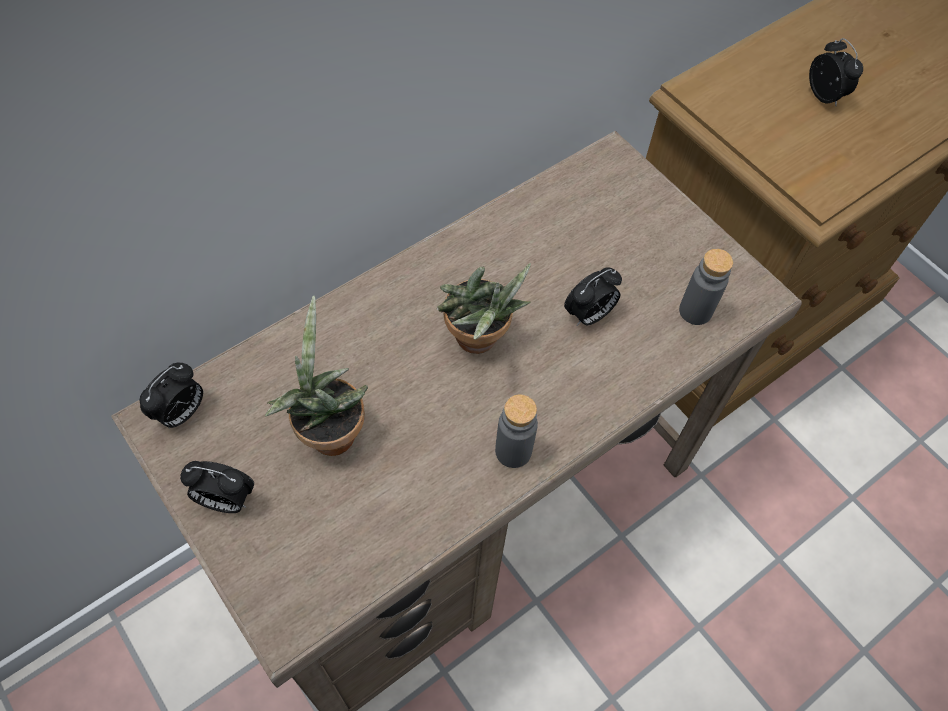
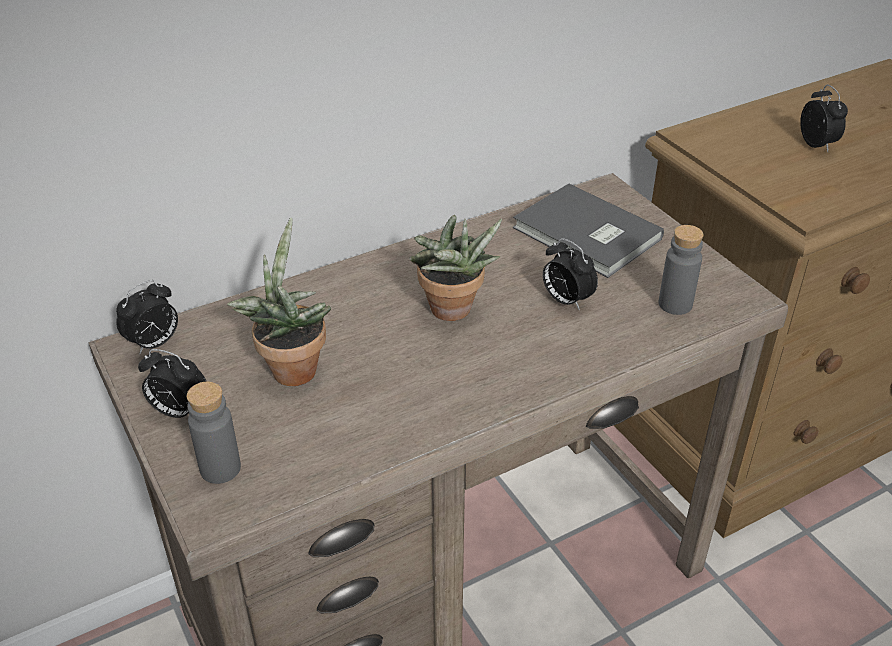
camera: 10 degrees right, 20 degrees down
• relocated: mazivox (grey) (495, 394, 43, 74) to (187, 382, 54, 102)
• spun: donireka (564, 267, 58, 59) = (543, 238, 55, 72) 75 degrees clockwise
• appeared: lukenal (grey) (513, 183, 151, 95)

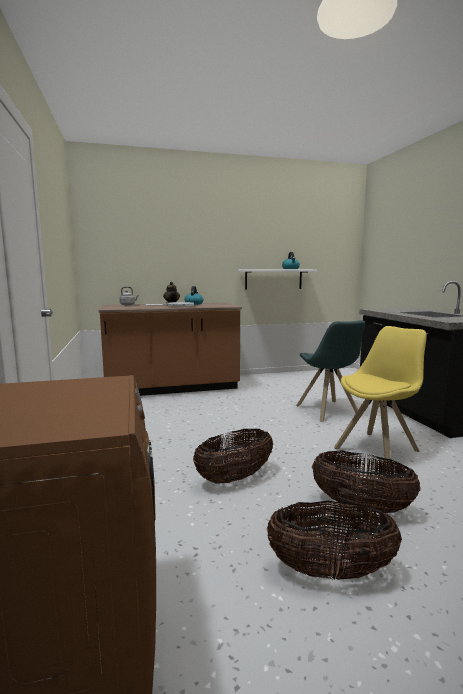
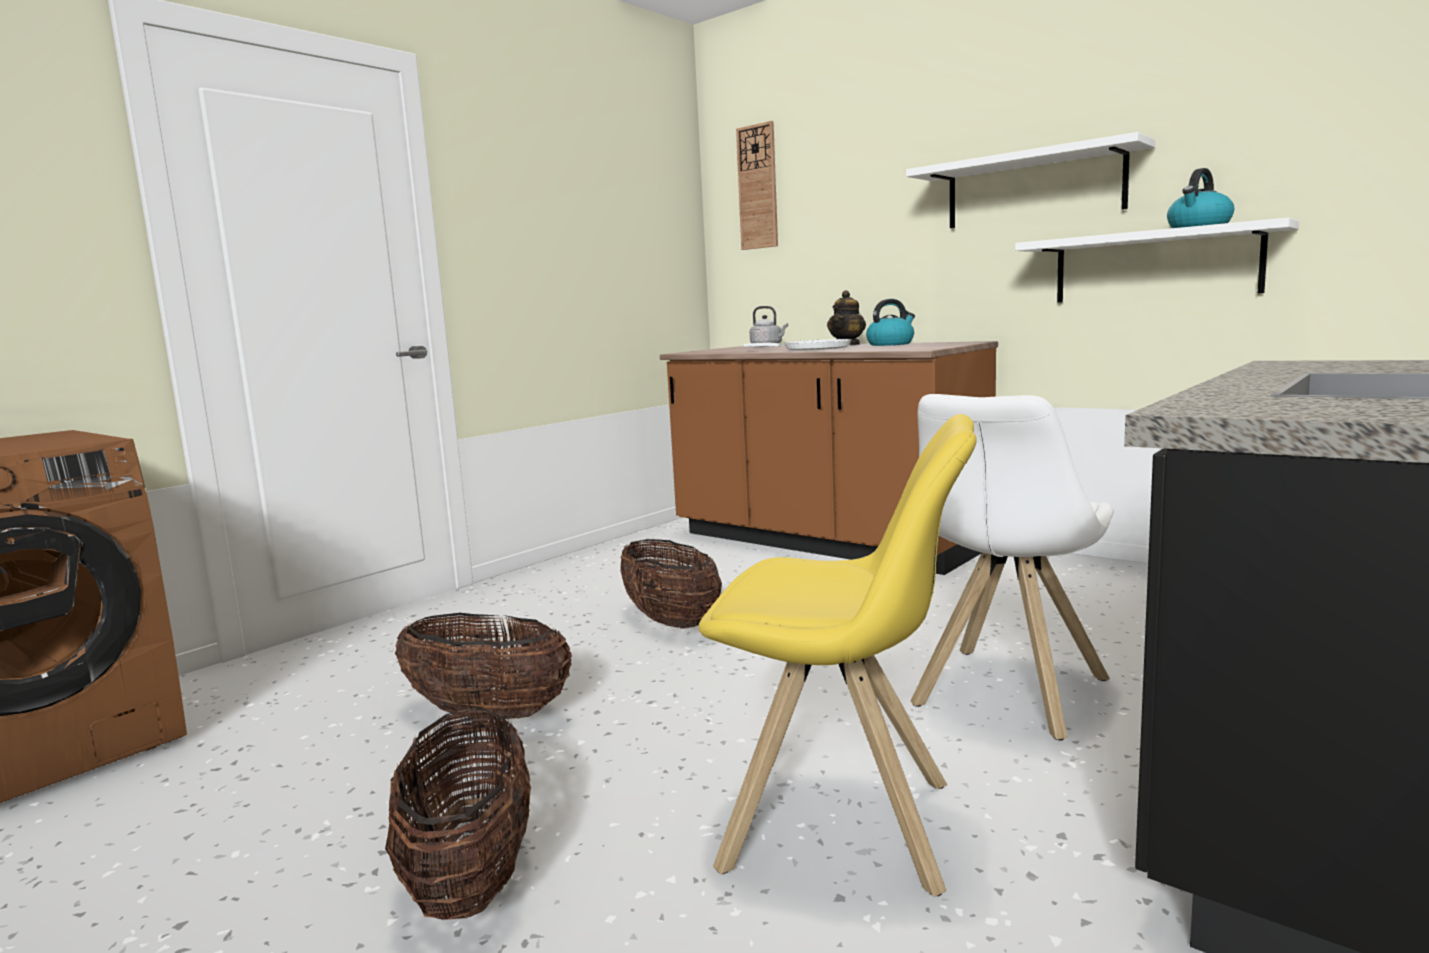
camera: 55 degrees right, 0 degrees up
• relocated: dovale (267, 501, 135, 79) to (620, 539, 102, 90)
• colour: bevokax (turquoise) (296, 320, 69, 102) to bevokax (white) (910, 394, 204, 346)
• appeared: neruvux (736, 121, 42, 129)
• appeared: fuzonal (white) (906, 132, 250, 96)

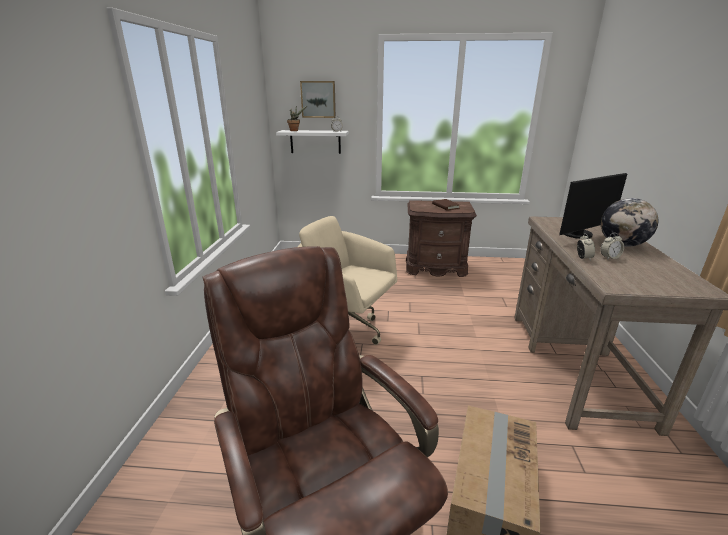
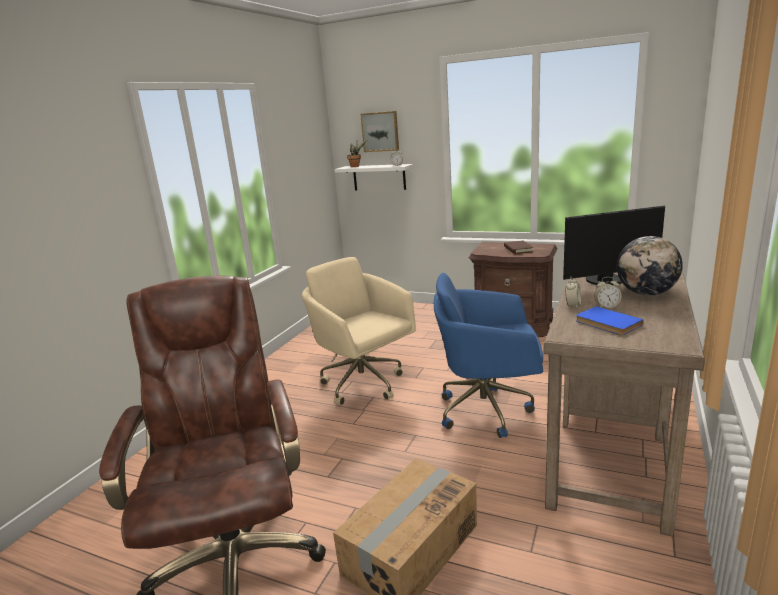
camera: 20 degrees right, 5 degrees down
• appeared: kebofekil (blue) (434, 273, 109, 165)
• appeared: lukenal (blue) (576, 306, 68, 29)

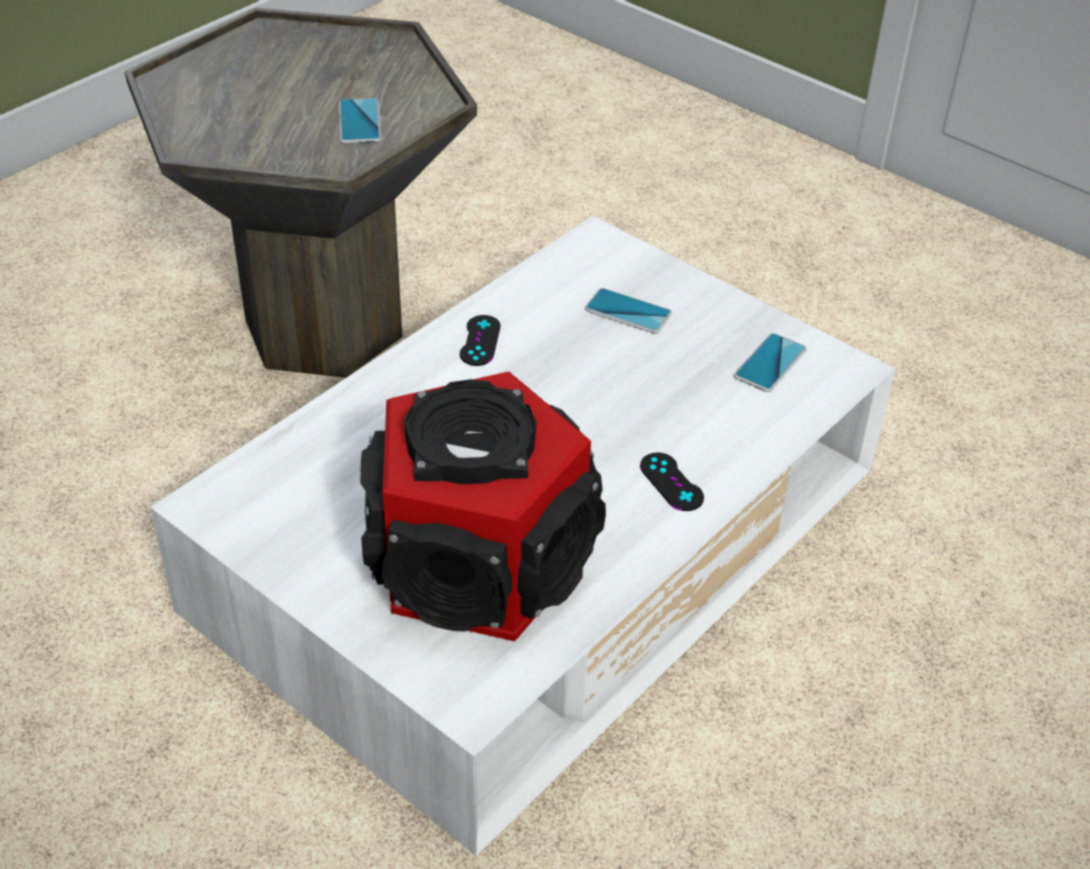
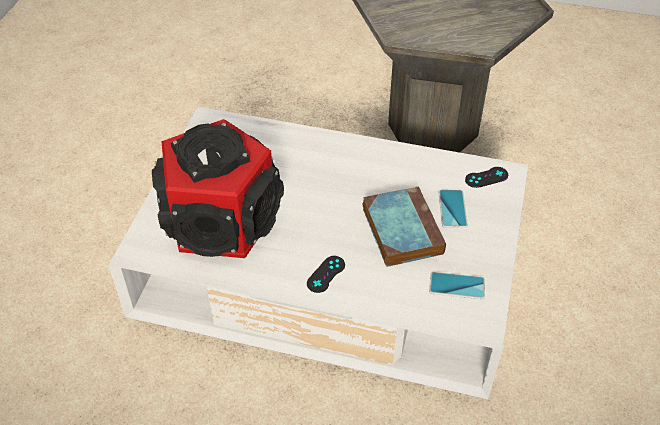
camera: 65 degrees right, 5 degrees up
• missing: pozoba (339, 98, 42, 46)
• relocated: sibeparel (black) (460, 315, 40, 51) to (465, 167, 43, 21)
• appeared: lukenal (363, 186, 83, 81)

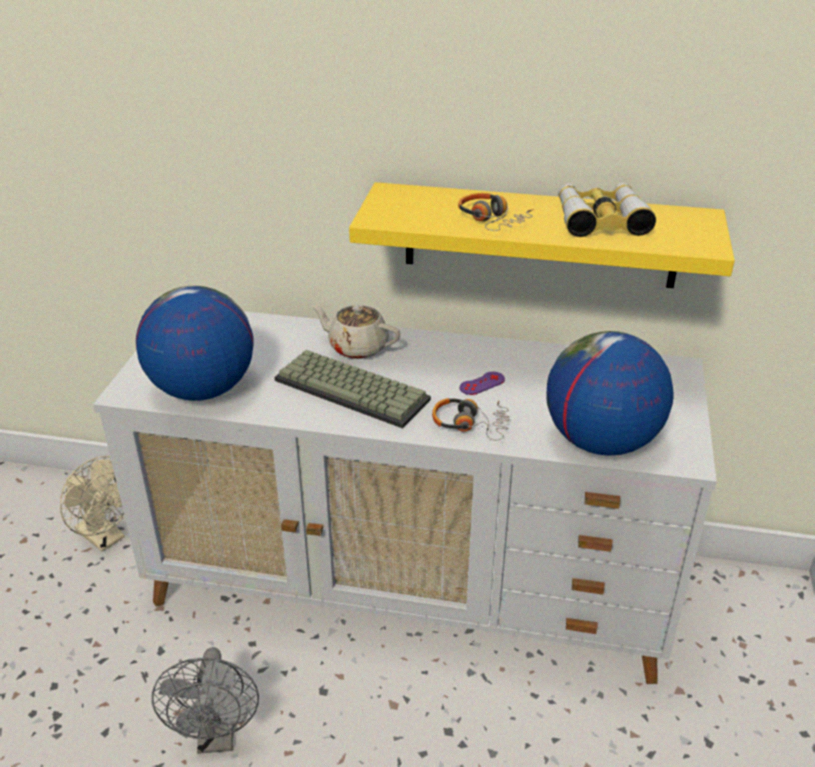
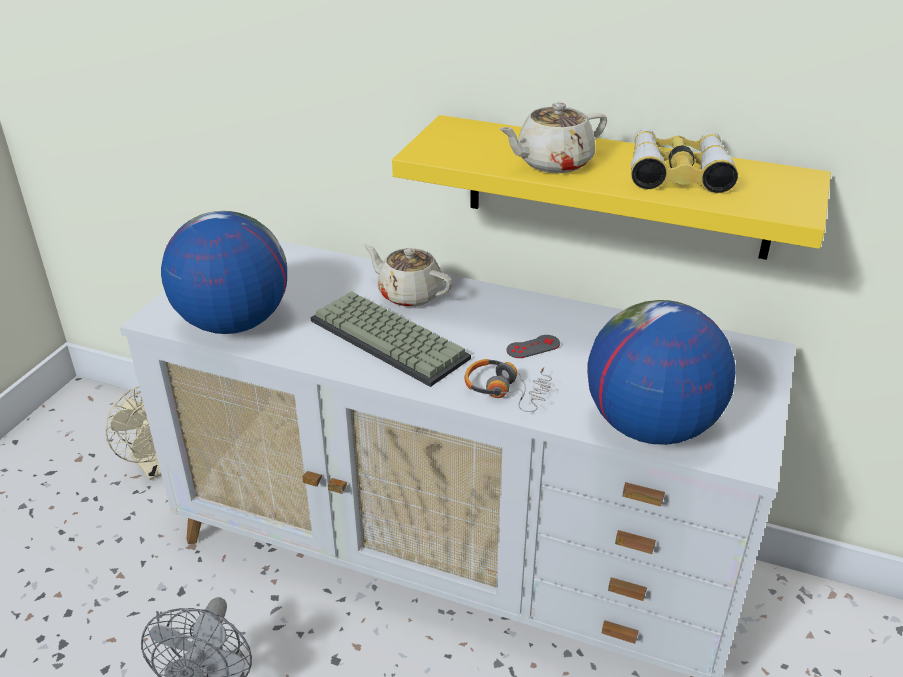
camera: 10 degrees right, 0 degrees up
• exchanged: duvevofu (458, 193, 76, 38) to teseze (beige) (499, 102, 108, 71)
• colour: sibeparel (purple) (460, 372, 45, 23) to sibeparel (grey) (506, 335, 54, 23)

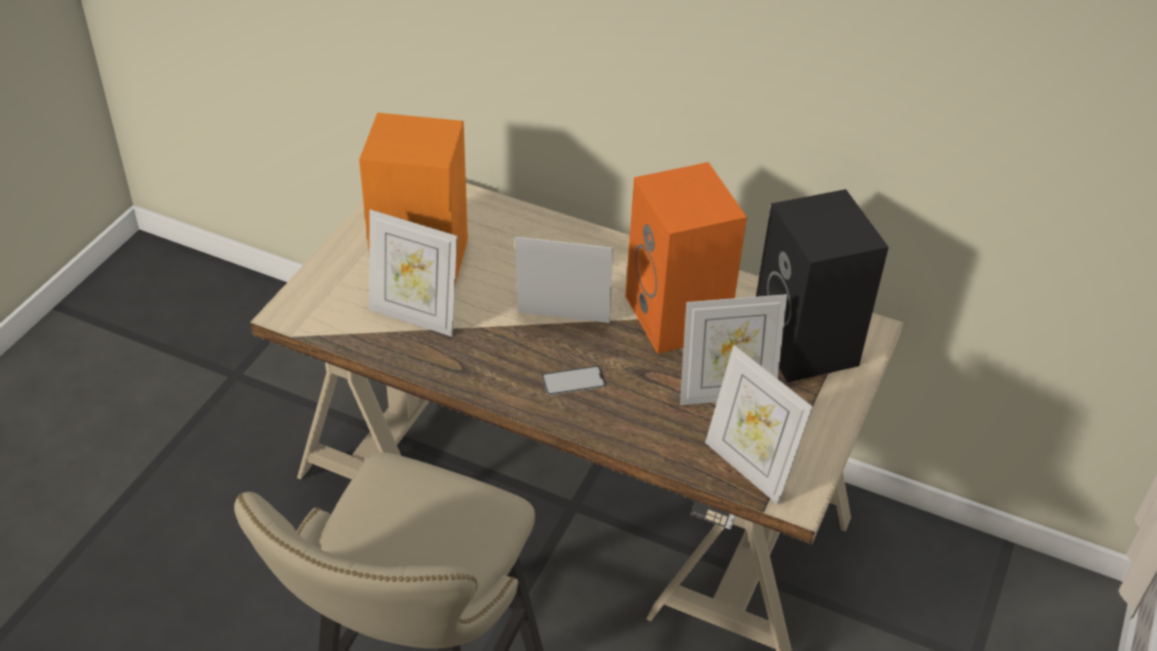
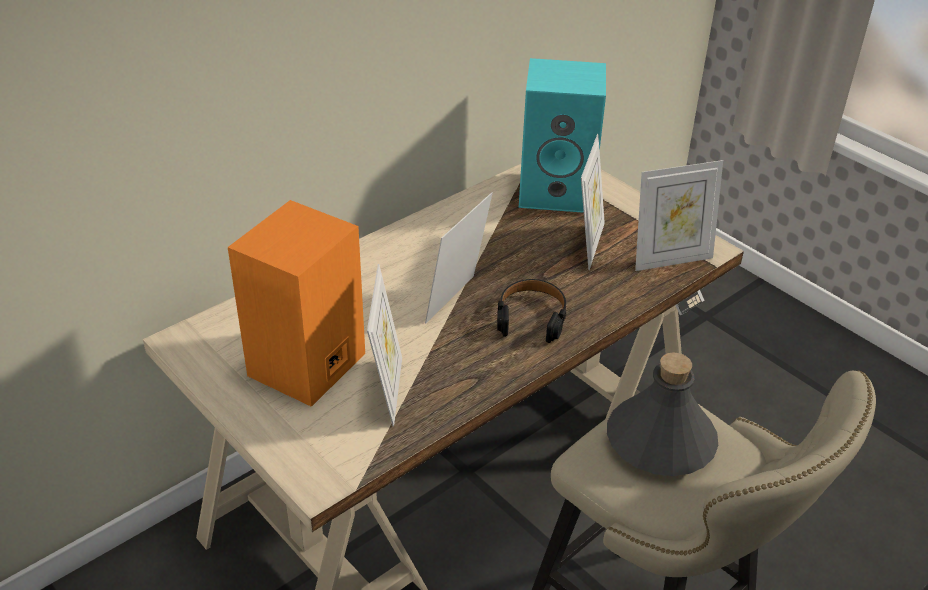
camera: 65 degrees left, 5 degrees down
• spun: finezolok (369, 209, 88, 128) = (367, 264, 35, 163) 45 degrees counterclockwise
• exchanged: pozoba (542, 366, 64, 30) to duvevofu (black) (497, 279, 70, 64)
• missing: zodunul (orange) (625, 162, 122, 192)
• colour: zodunul (black) (756, 189, 133, 193) to zodunul (turquoise) (519, 58, 87, 155)
• appeared: mazivox (grey) (607, 352, 111, 124)

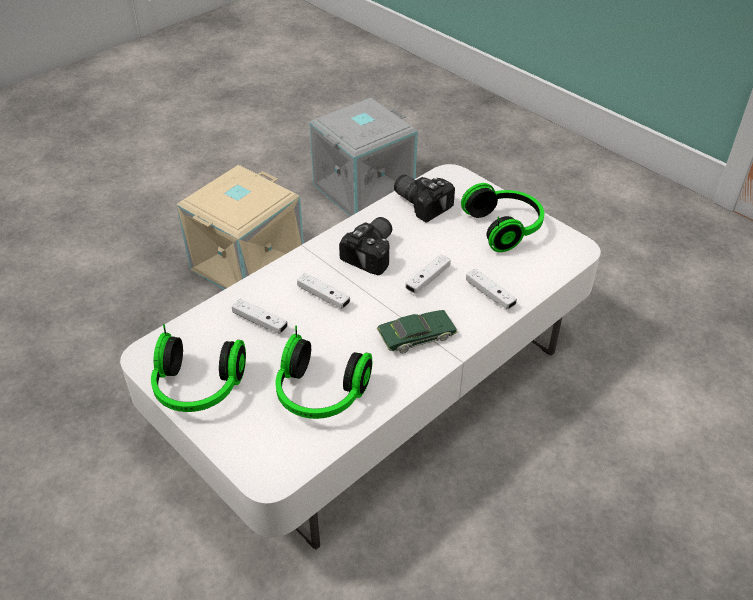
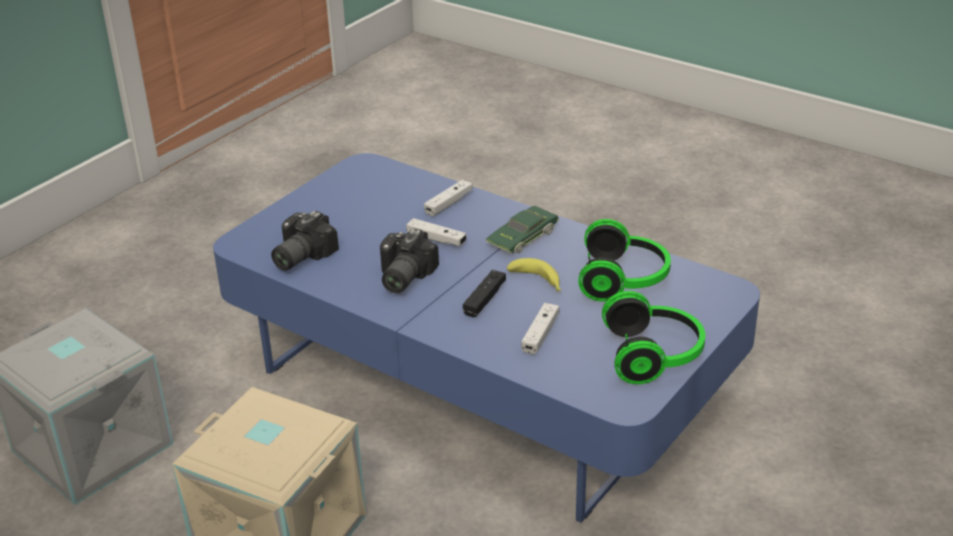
camera: 100 degrees left, 10 degrees down
• colour: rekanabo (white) (120, 164, 481, 386) to rekanabo (blue) (213, 153, 547, 369)
• colour: sibeparel (white) (297, 273, 53, 36) to sibeparel (black) (463, 270, 43, 47)
• spun: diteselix (339, 217, 53, 58) = (380, 228, 59, 65) 90 degrees counterclockwise
• spun: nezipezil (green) (377, 310, 80, 44) = (486, 206, 73, 47) 105 degrees counterclockwise
• missing: duvevofu (461, 183, 83, 69)
• appeared: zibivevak (507, 258, 54, 34)

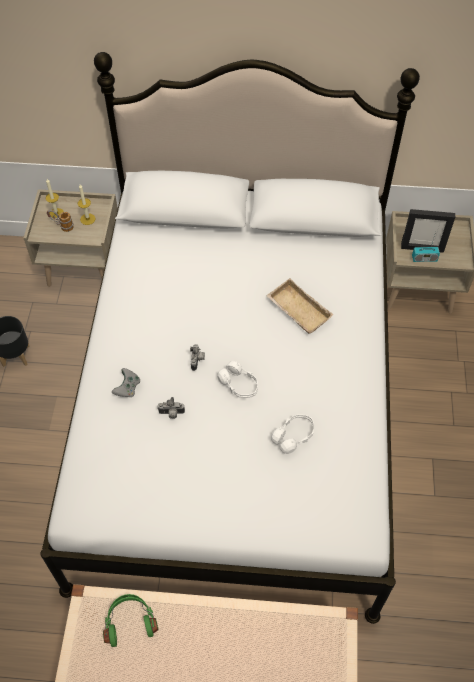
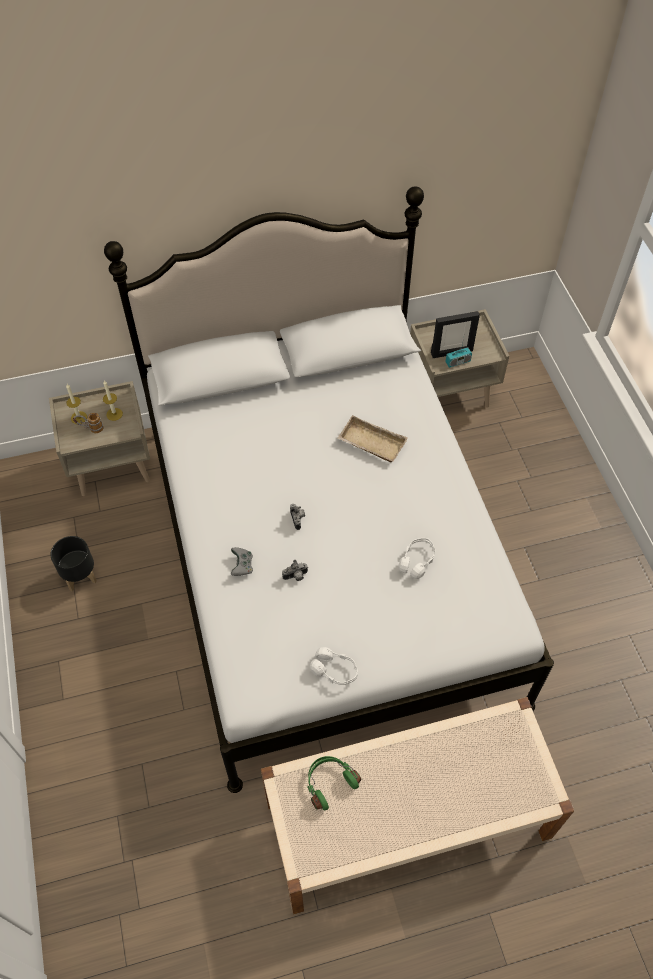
camera: 20 degrees left, 0 degrees up
• relocated: duvevofu (white) (217, 361, 41, 37) to (310, 647, 48, 38)

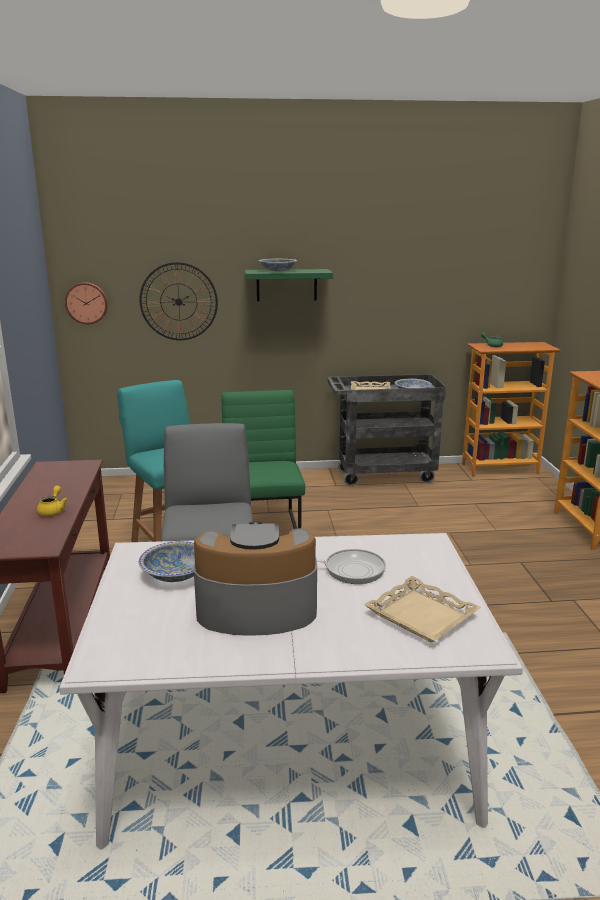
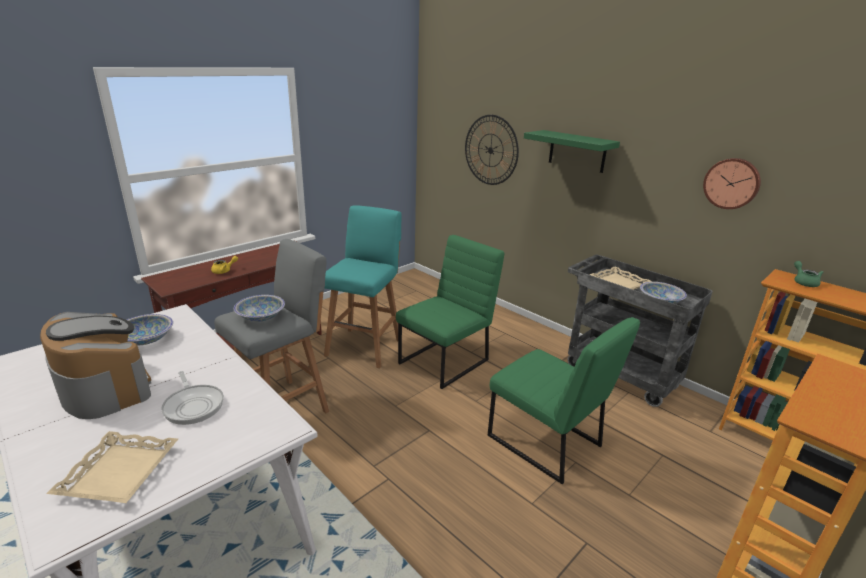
camera: 50 degrees right, 5 degrees up
• relocated: neruvux (65, 282, 43, 42) to (703, 158, 58, 51)
• relocated: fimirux (259, 259, 38, 12) to (234, 295, 51, 27)
• appeared: bevokax (green) (488, 317, 152, 167)

